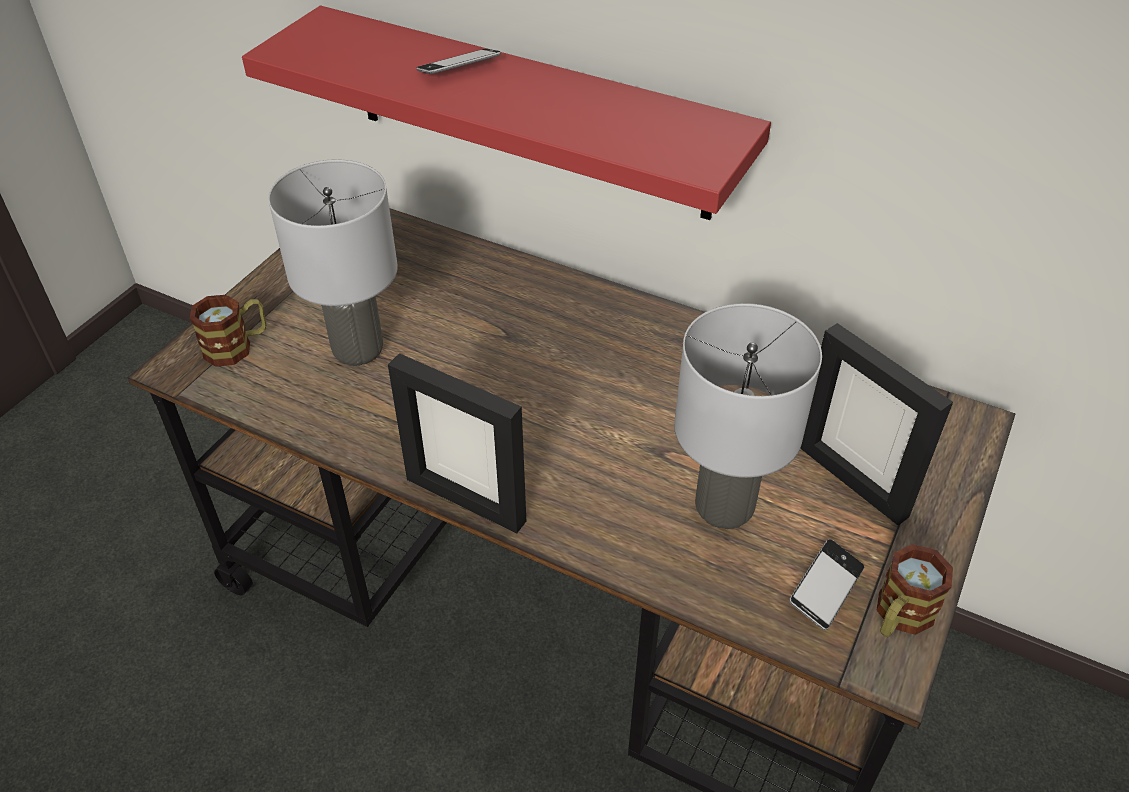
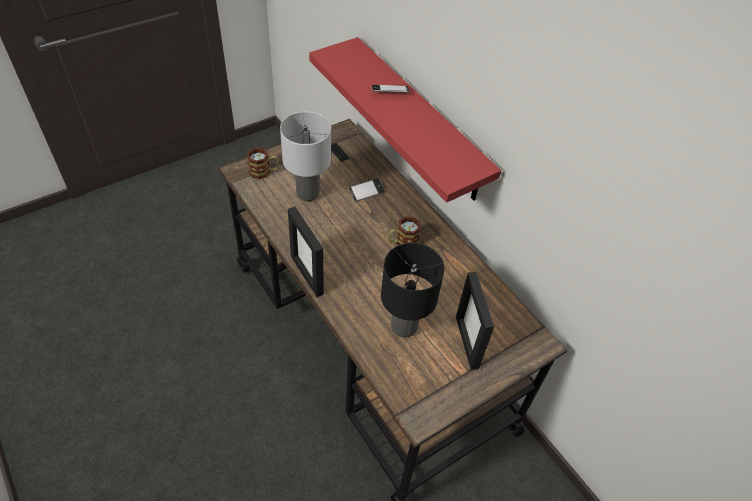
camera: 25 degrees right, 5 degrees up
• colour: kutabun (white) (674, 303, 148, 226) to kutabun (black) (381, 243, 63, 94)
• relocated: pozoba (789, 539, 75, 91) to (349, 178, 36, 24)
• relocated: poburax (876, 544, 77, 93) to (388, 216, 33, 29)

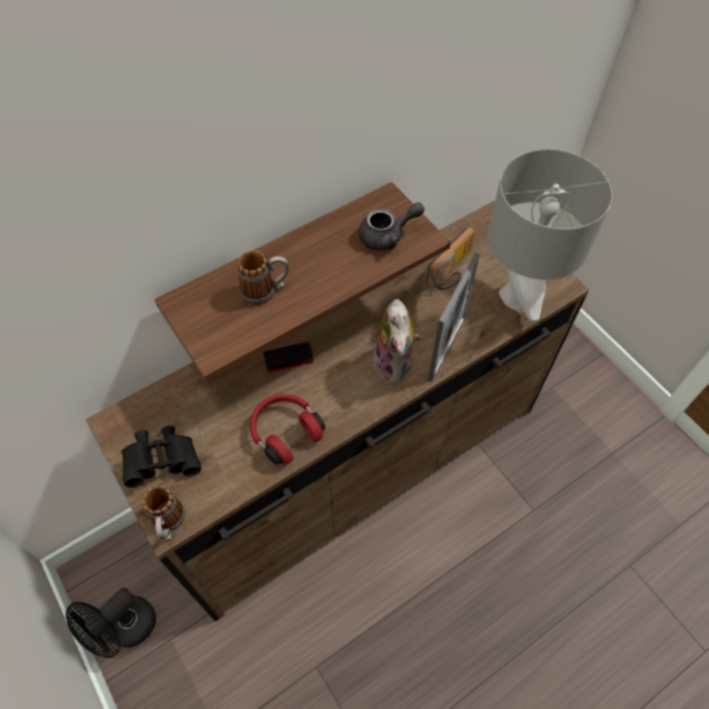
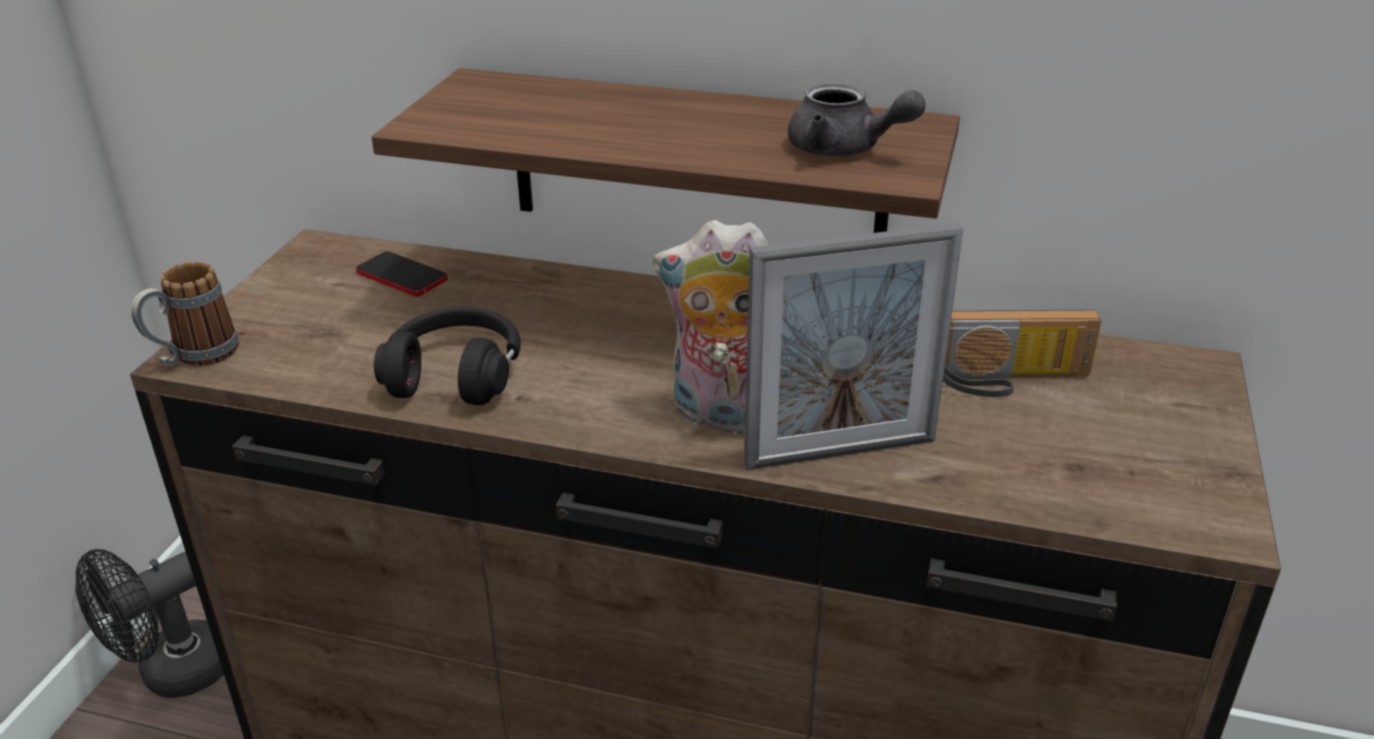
camera: 50 degrees right, 25 degrees down
• spun: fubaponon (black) (66, 587, 90, 71) = (75, 549, 149, 149) 45 degrees counterclockwise
• missing: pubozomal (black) (122, 425, 79, 63)
• missing: poburax (237, 250, 52, 55)
• colour: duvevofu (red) (250, 394, 75, 71) to duvevofu (black) (374, 307, 147, 98)
• relocated: pozoba (263, 342, 51, 30) to (356, 251, 92, 45)
• spun: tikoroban (373, 299, 48, 85) = (653, 220, 116, 220) 60 degrees clockwise
• missing: kutabun (grey) (487, 149, 125, 172)

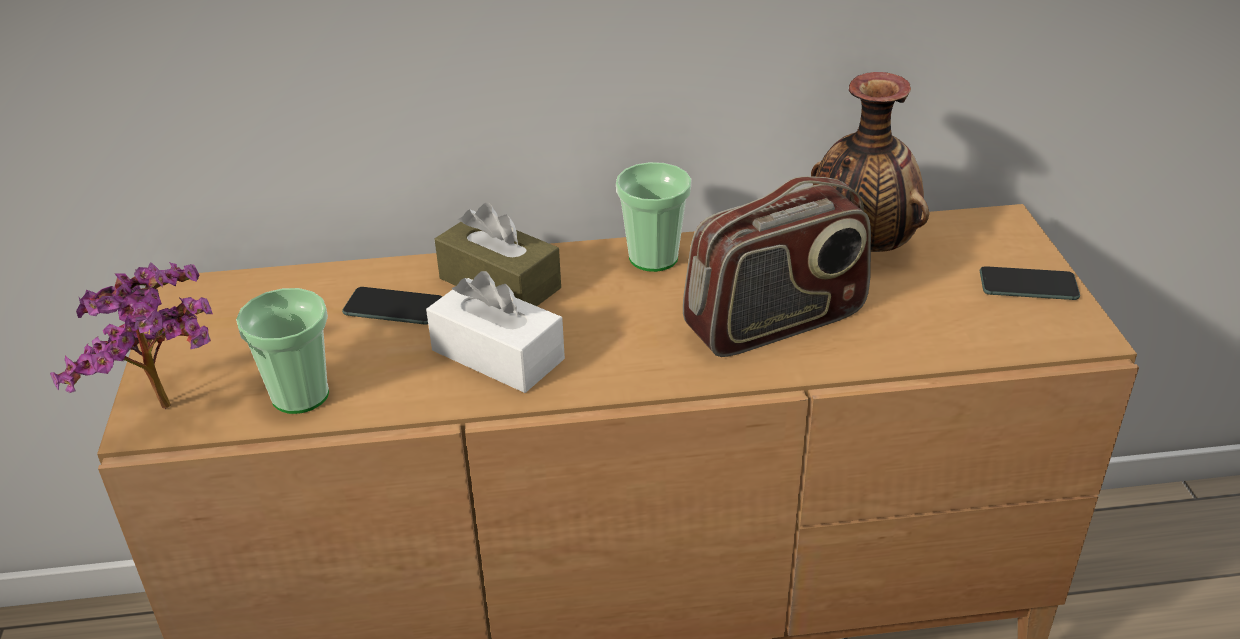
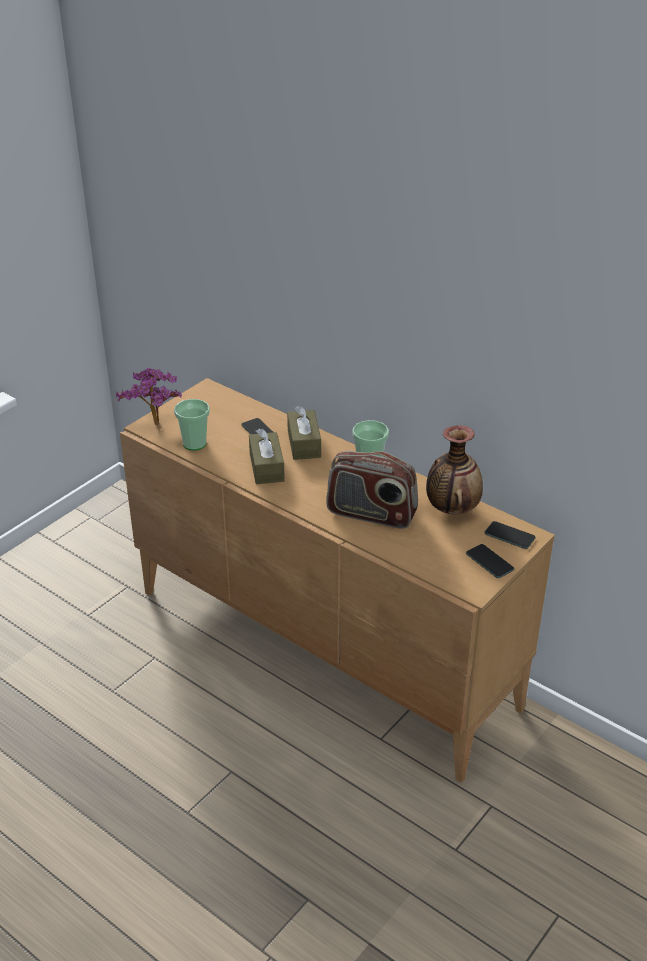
camera: 45 degrees right, 0 degrees up
• colour: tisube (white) (426, 271, 139, 122) to tisube (brown) (249, 429, 36, 55)
• appeared: pozoba (484, 521, 52, 28)

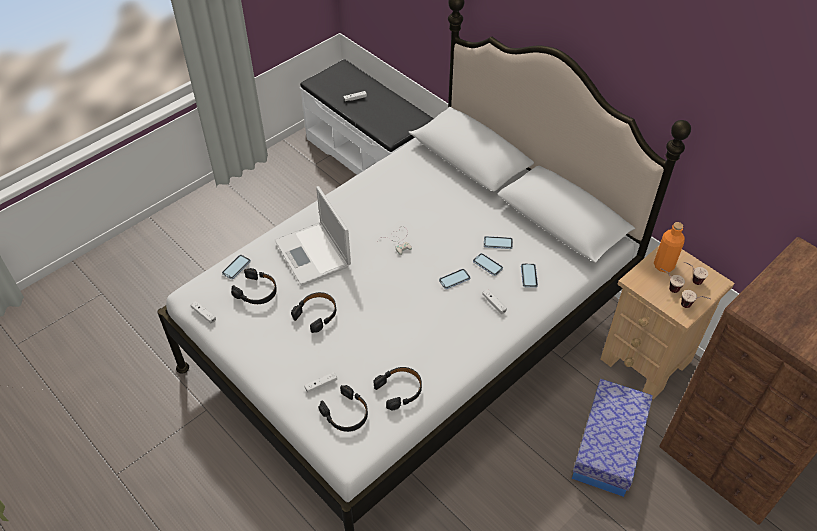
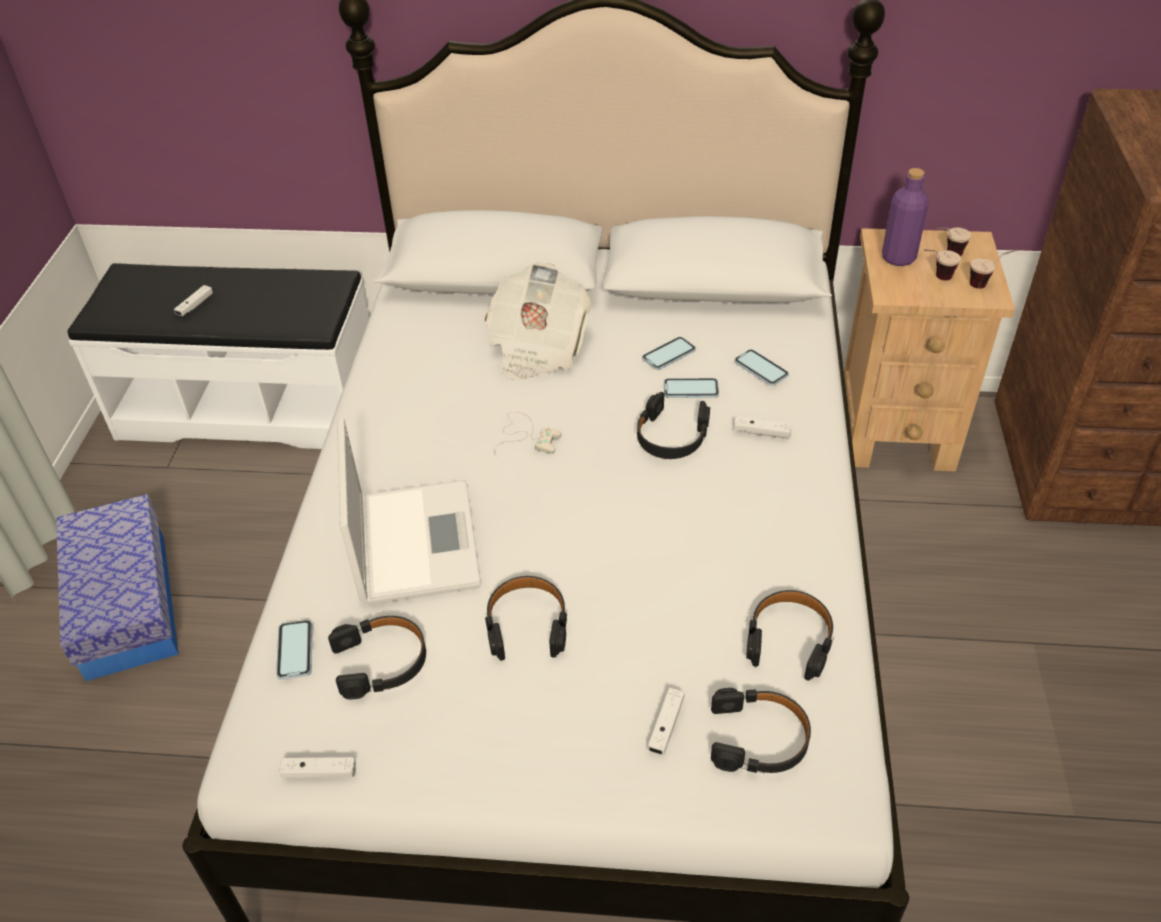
camera: 40 degrees left, 5 degrees down
• spun: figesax (275, 186, 76, 100) = (337, 418, 144, 187) 120 degrees counterclockwise
• exchanged: pozoba (439, 269, 31, 20) to duvevofu (black) (637, 392, 73, 67)
• relocated: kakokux (572, 379, 81, 118) to (56, 494, 123, 187)
• colour: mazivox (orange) (654, 222, 31, 51) to mazivox (purple) (882, 168, 47, 98)
• appeared: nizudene (485, 262, 107, 118)

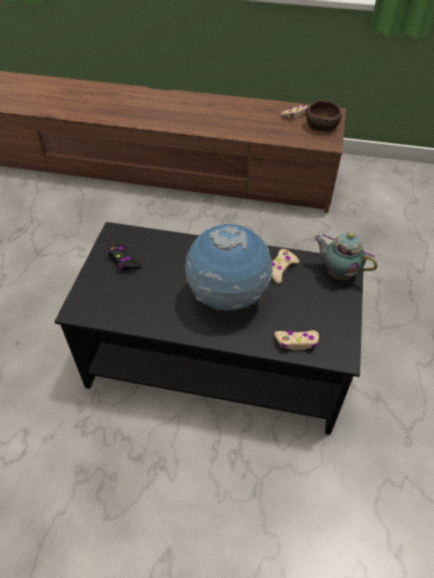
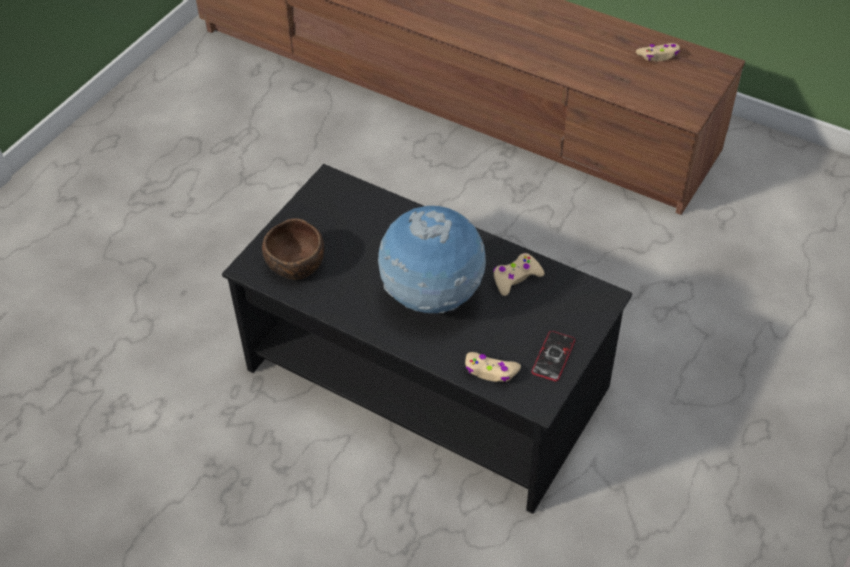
camera: 20 degrees right, 0 degrees up
• missing: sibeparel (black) (107, 244, 35, 26)
• relocated: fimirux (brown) (306, 100, 36, 32) to (262, 219, 62, 61)
• missing: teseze (314, 233, 64, 47)
• appeared: pozoba (532, 331, 43, 51)

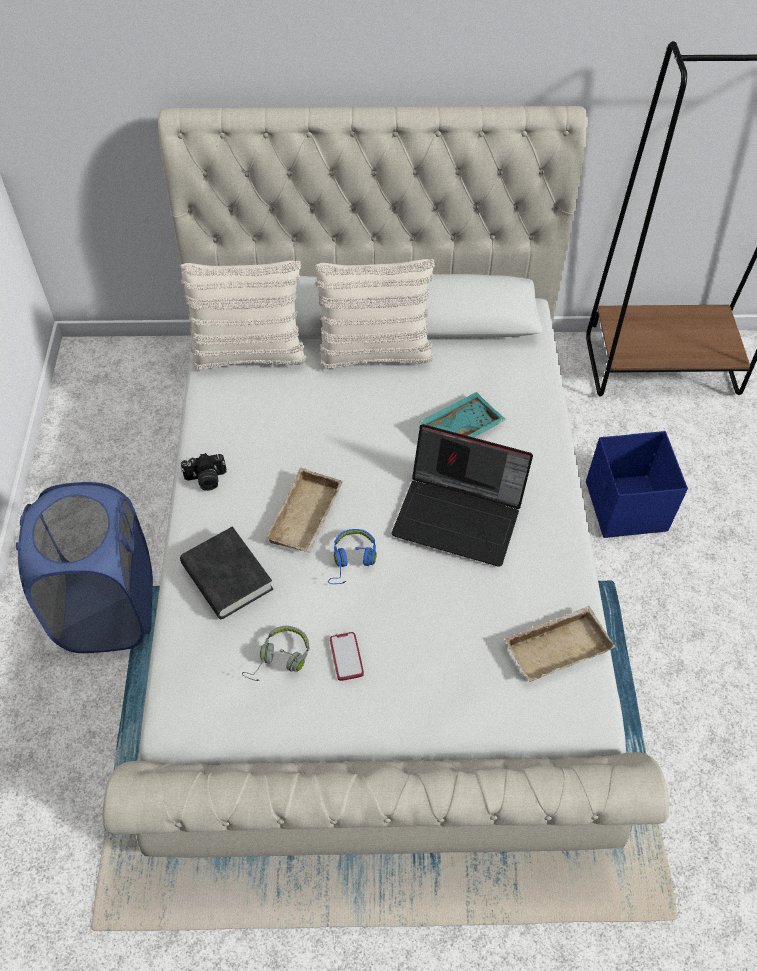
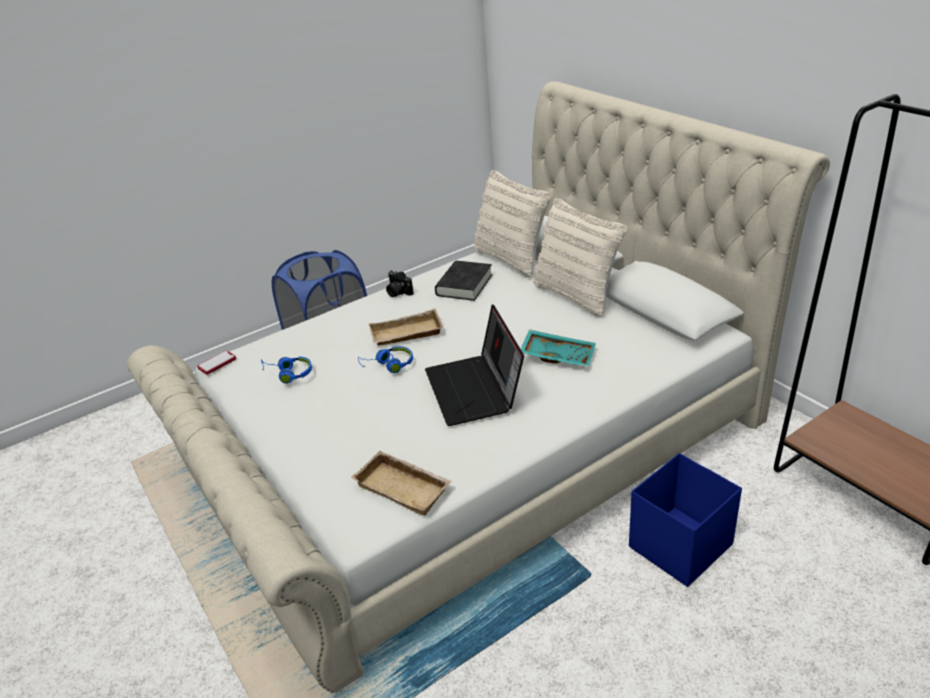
camera: 60 degrees right, 20 degrees down
• relocated: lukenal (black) (180, 527, 93, 92) to (435, 261, 57, 40)
• colour: duvevofu (grey) (242, 626, 67, 55) to duvevofu (blue) (261, 357, 51, 27)
• relocated: pozoba (330, 632, 34, 49) to (197, 351, 39, 24)

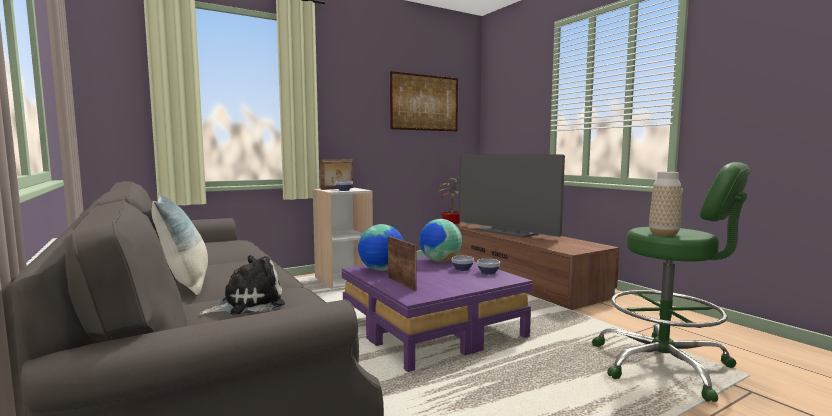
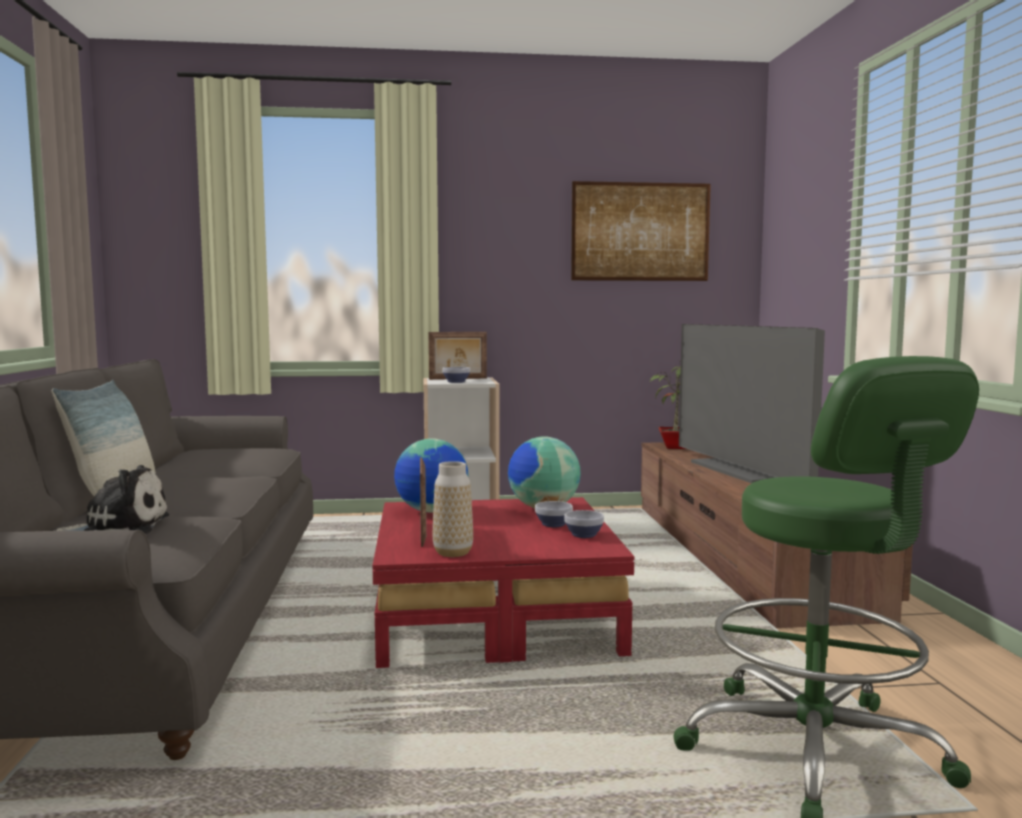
camera: 25 degrees right, 0 degrees up
• colour: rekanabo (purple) (342, 256, 191, 116) to rekanabo (red) (372, 497, 262, 171)
• relocated: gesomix (649, 172, 32, 64) to (433, 461, 40, 96)

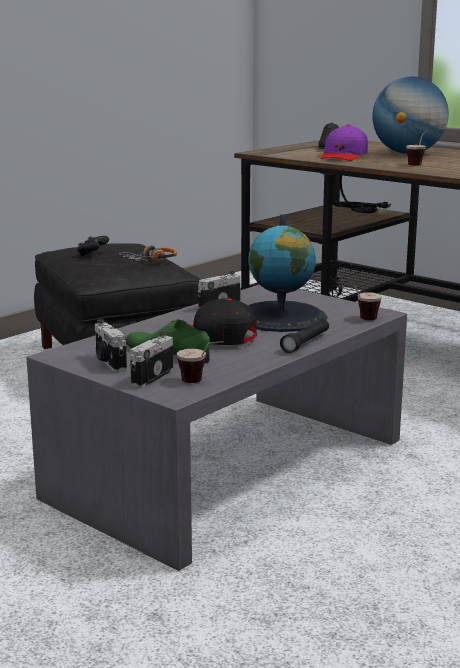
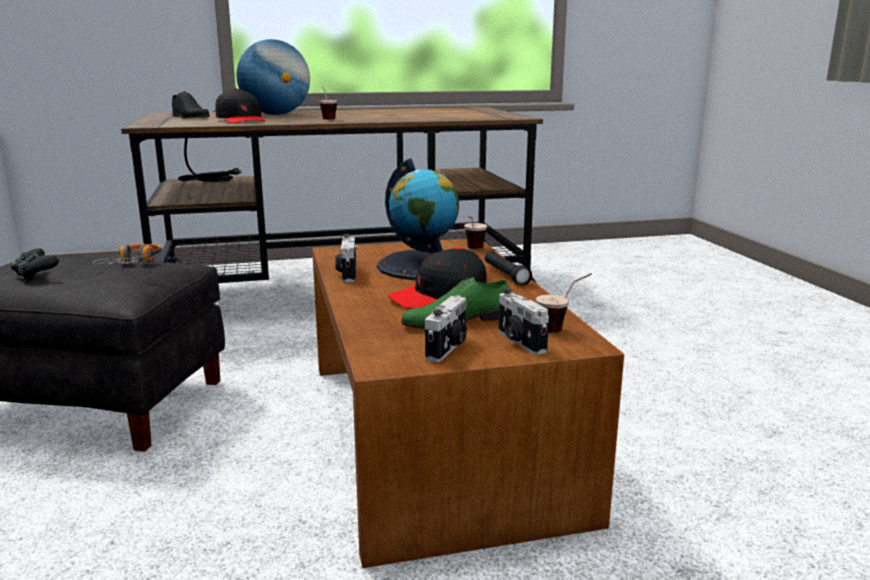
camera: 55 degrees left, 0 degrees up
• colour: rekanabo (grey) (26, 285, 381, 286) to rekanabo (brown) (312, 238, 312, 330)
• spun: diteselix (95, 319, 32, 53) = (425, 296, 42, 66) 75 degrees counterclockwise
• colour: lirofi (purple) (320, 124, 48, 37) to lirofi (black) (215, 88, 50, 36)

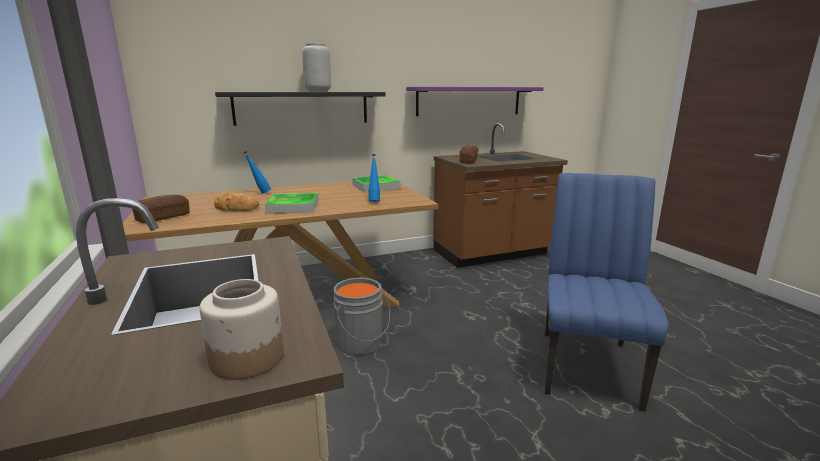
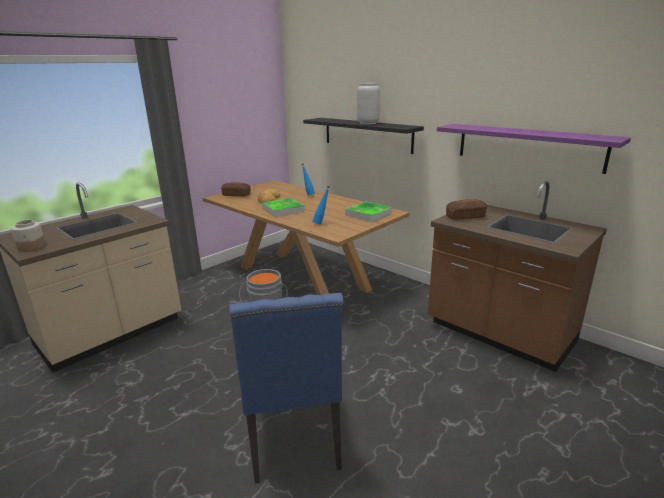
camera: 65 degrees right, 5 degrees up
• spun: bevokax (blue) (545, 173, 124, 238) = (229, 293, 114, 190) 90 degrees clockwise

